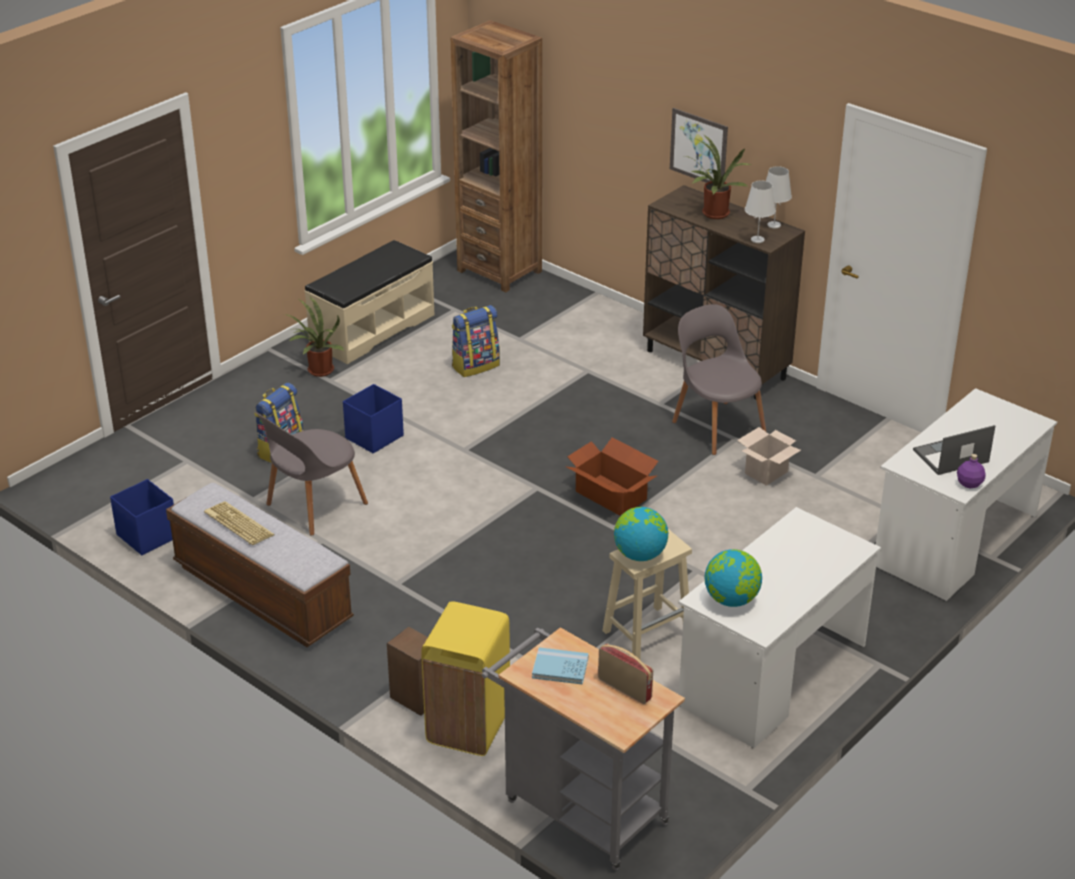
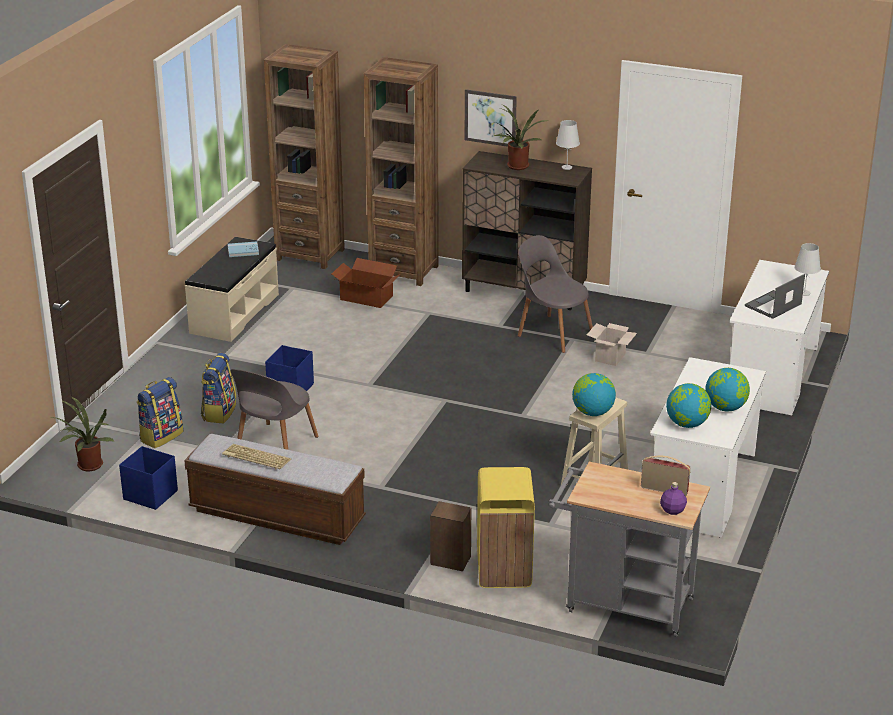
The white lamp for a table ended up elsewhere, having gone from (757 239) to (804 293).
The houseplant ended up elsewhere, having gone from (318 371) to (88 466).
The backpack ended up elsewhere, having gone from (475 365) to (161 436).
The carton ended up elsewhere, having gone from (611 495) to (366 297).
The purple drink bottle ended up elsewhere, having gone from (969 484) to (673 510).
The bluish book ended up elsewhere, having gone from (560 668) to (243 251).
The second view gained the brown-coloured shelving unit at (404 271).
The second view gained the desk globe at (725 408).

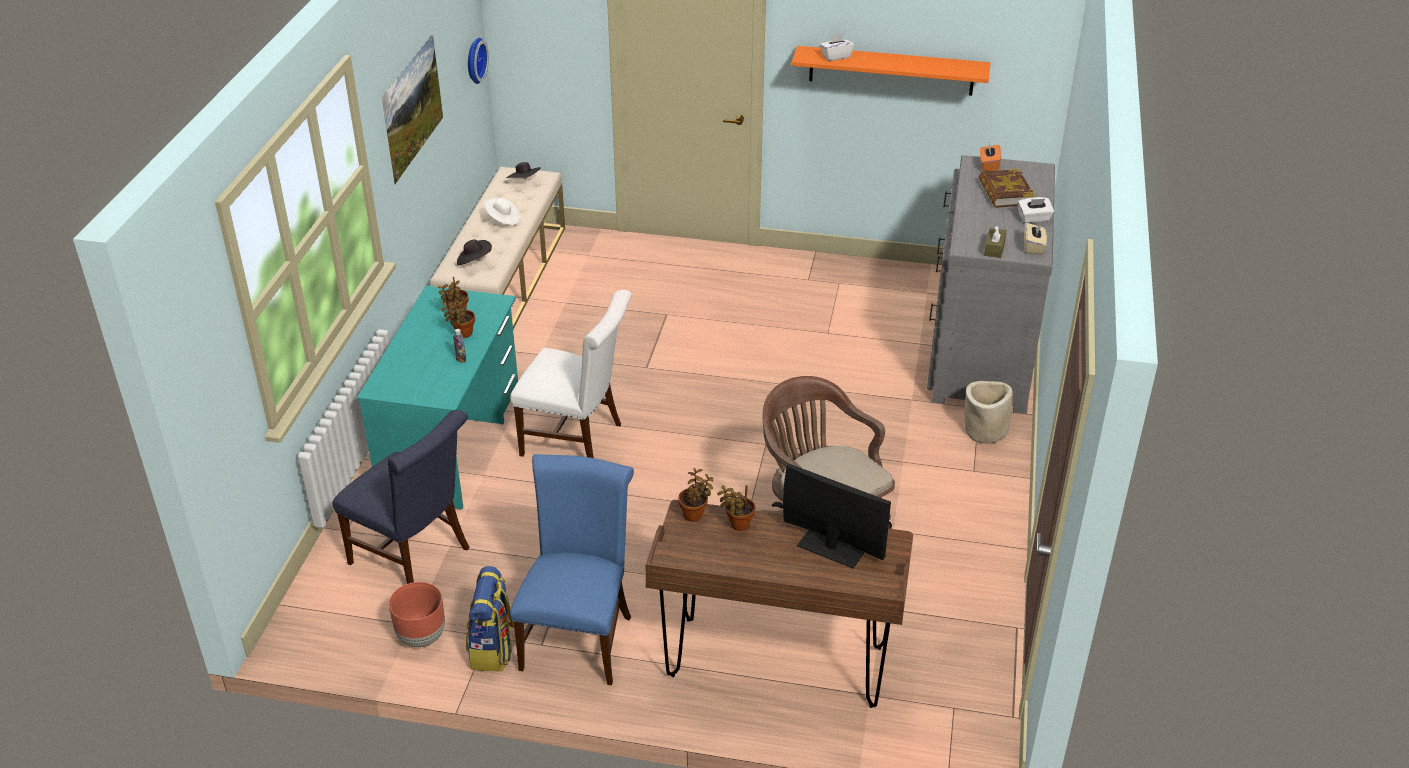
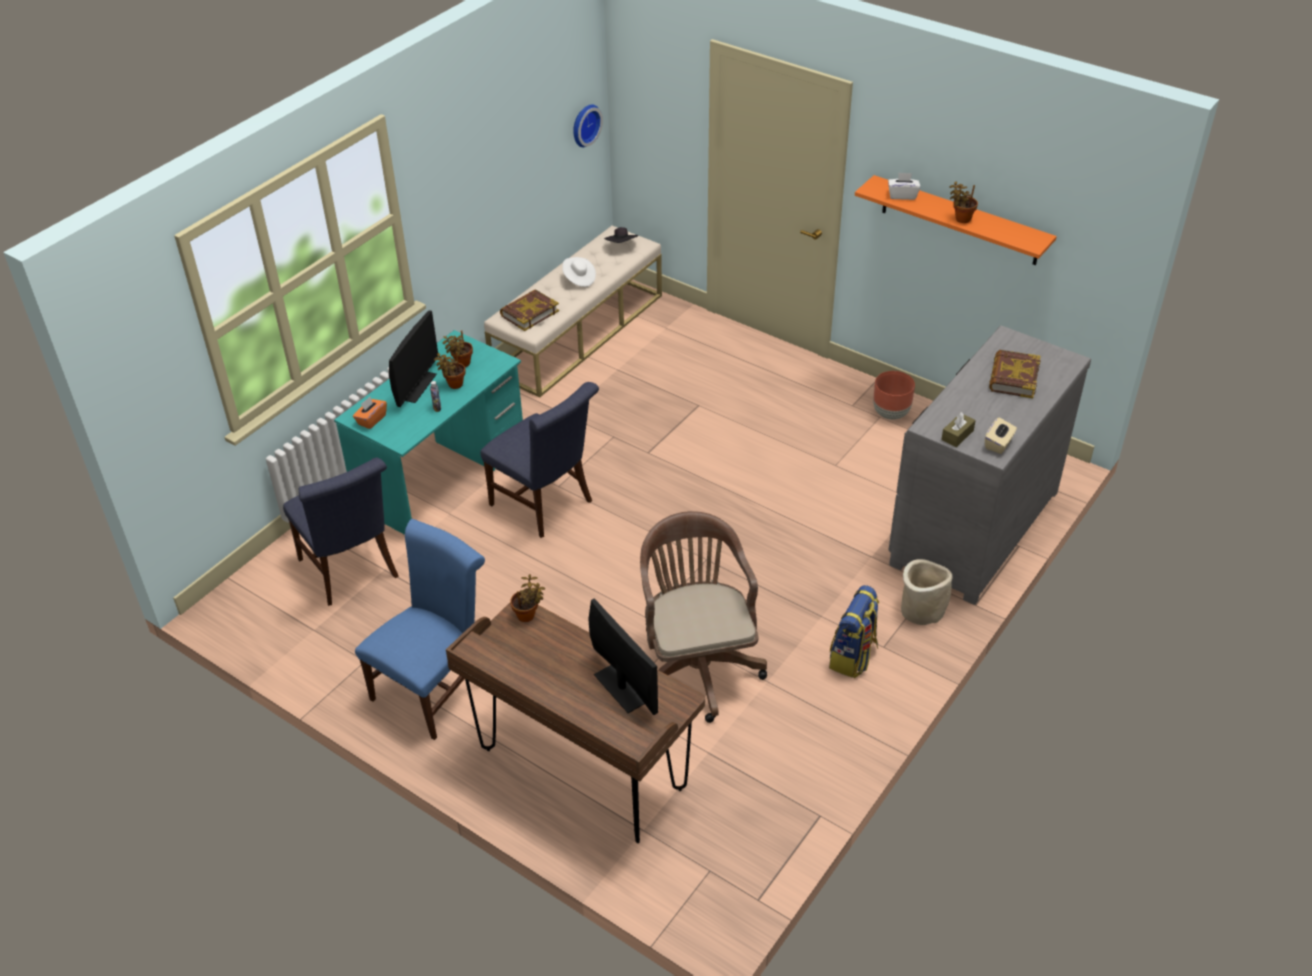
The second view lost the wall art at (416 129).
The orange tissue box ended up elsewhere, having gone from (988 166) to (371 420).
The second view lost the white tissue box at (1034 219).
Where the black hat stood at (474 261), the book came to stand at (529 313).
What was the white plain chair at (578 440) turned into the bluish plain chair at (546 505).
The houseplant ended up elsewhere, having gone from (737 524) to (961 219).
The backpack ended up elsewhere, having gone from (493 649) to (853 657).
The brown-coloured planter ended up elsewhere, having gone from (421 637) to (890 413).
The second view gained the computer screen at (416 386).

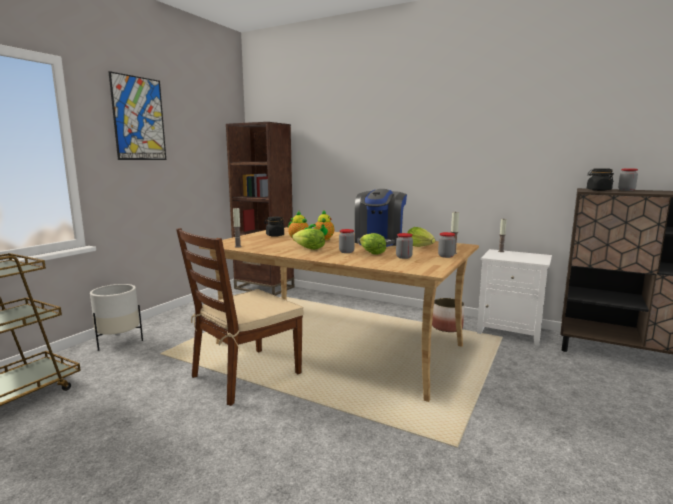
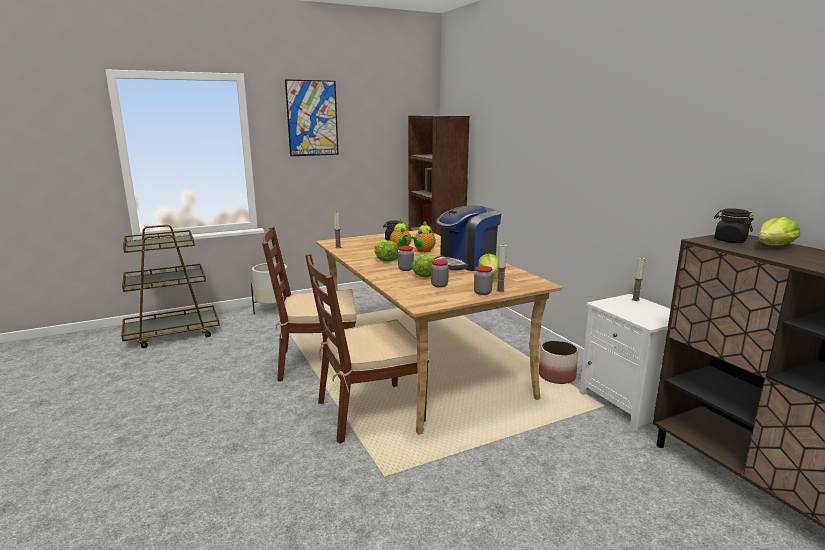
Where the storage jar stood at (626 190), the head of lettuce came to stand at (774 247).
The second view gained the brown-coloured plain chair at (368 412).

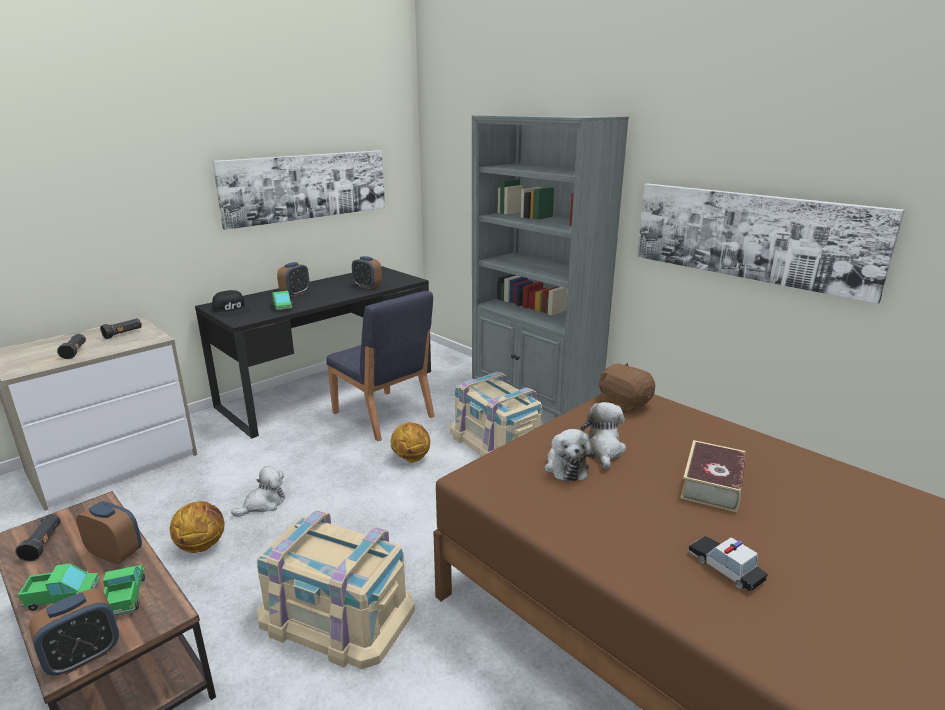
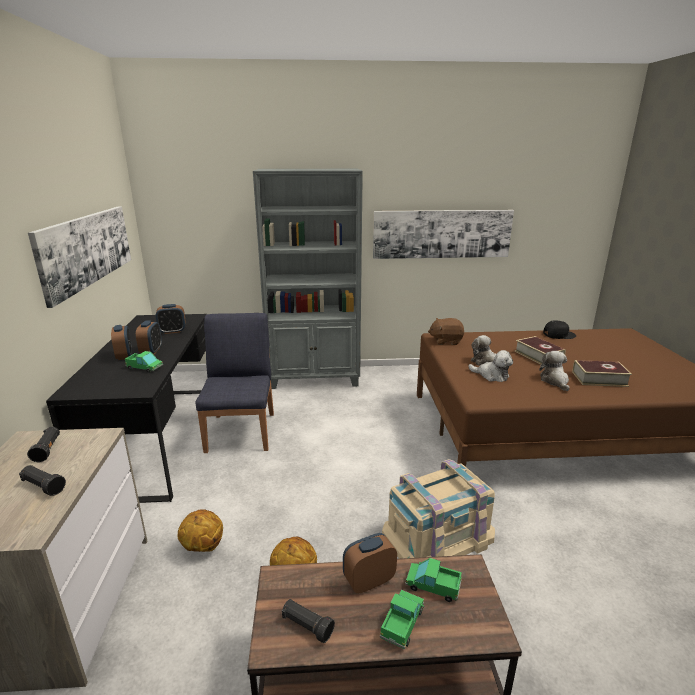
The black cap ended up elsewhere, having gone from (231 309) to (558 334).
The bluish plain chair at (383 415) ended up facing another way, 90 degrees counterclockwise from before.
The second view lost the sand-coloured storage container at (495 440).
The basketball ended up elsewhere, having gone from (411 458) to (202 547).
The cuddly toy ended up elsewhere, having gone from (263 504) to (555 381).
Where the model car stood at (724 567), the book came to stand at (599 379).
The table clock ended up elsewhere, having gone from (83 656) to (151 351).

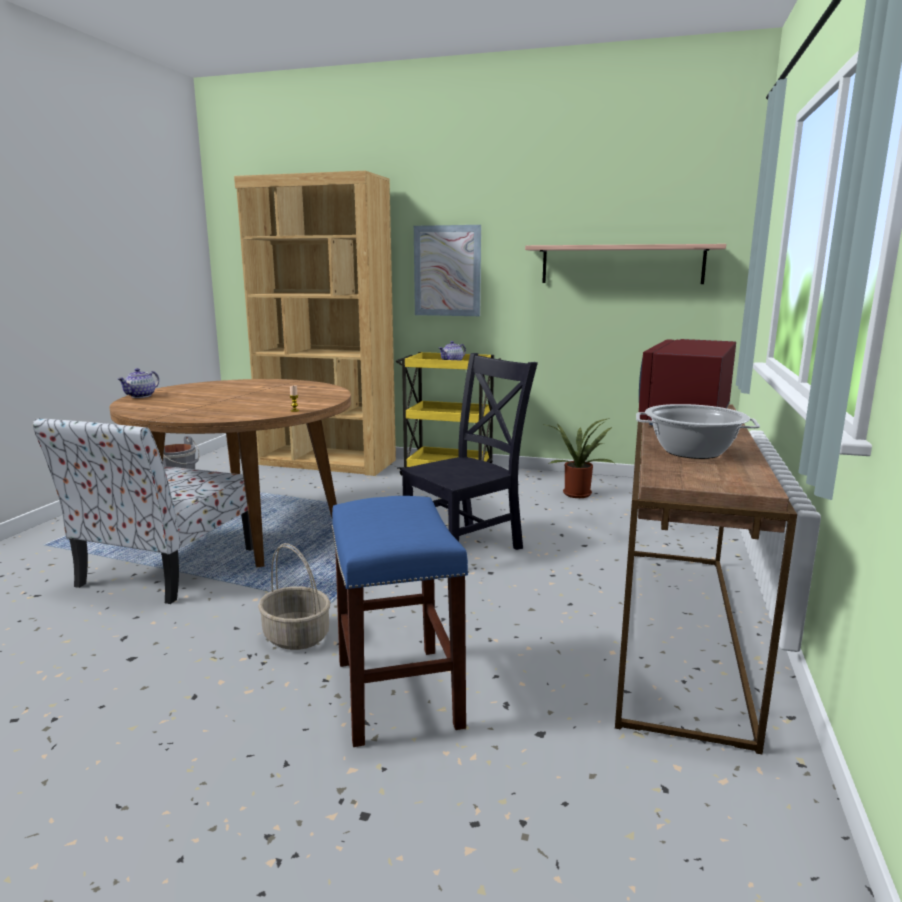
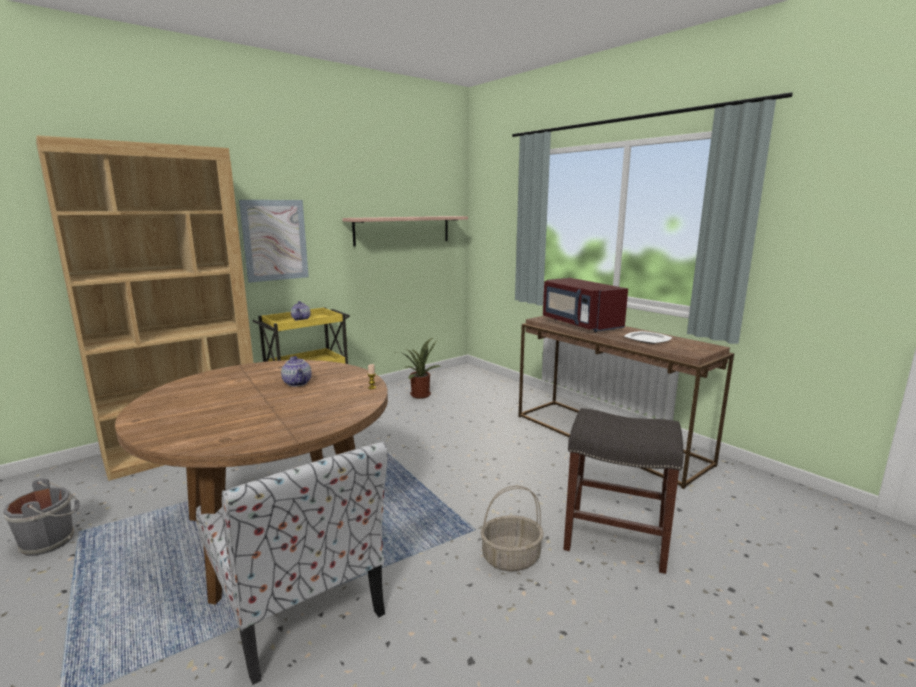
The second view lost the black plain chair at (467 545).
The teapot ended up elsewhere, having gone from (141 396) to (298 383).
Where the stockpot stood at (692 451), the dinner plate came to stand at (647 339).
What was the bluish sitting stool at (396 692) turned into the grey sitting stool at (614 539).

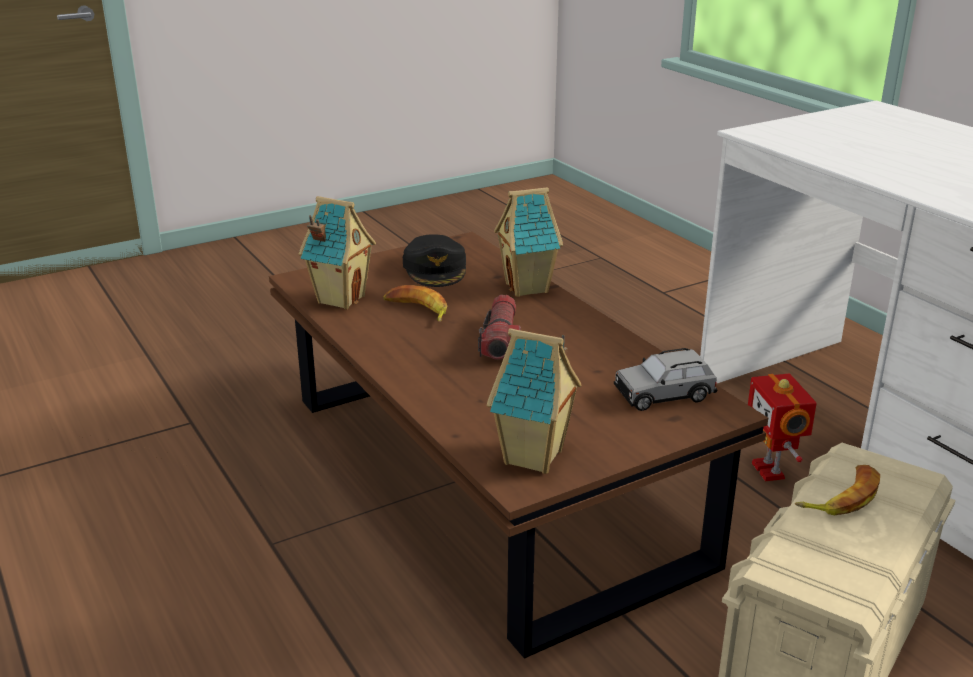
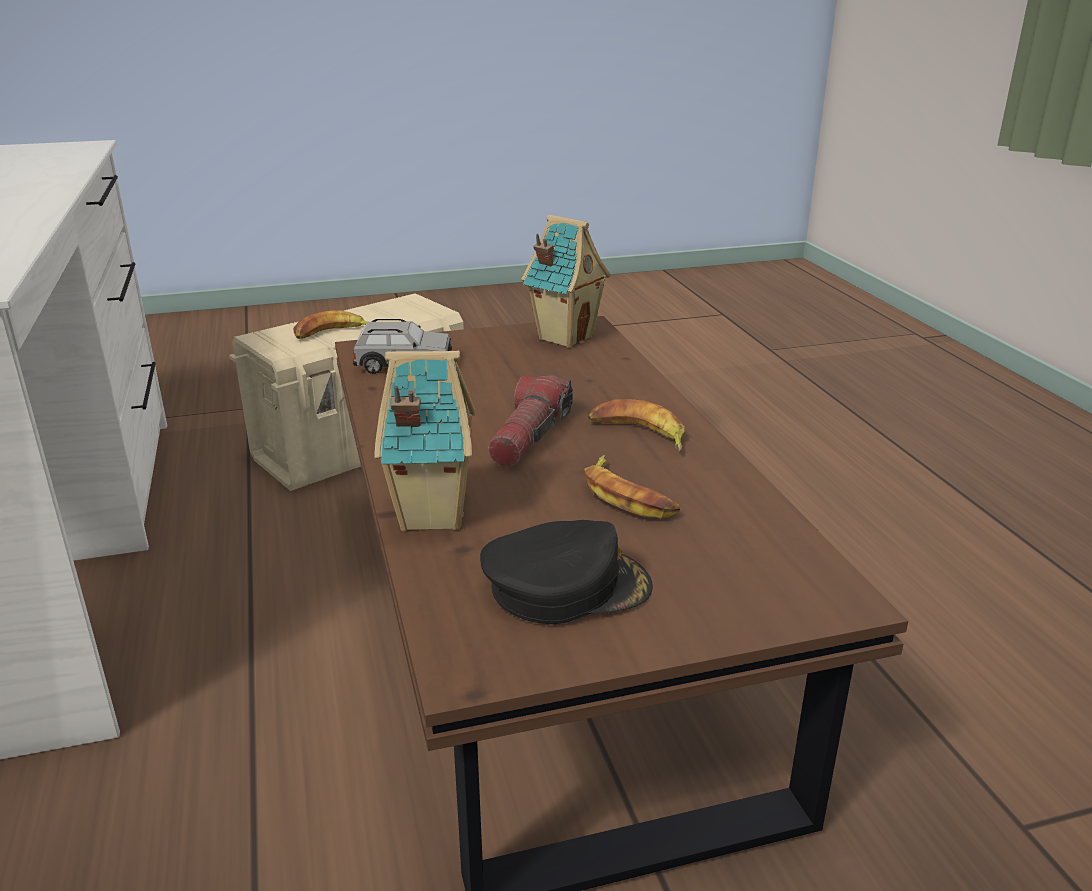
The second view lost the miniature house at (340 299).
The black cap at (436 269) ended up facing another way, 75 degrees clockwise from before.
The second view lost the model robot at (770 470).
The second view gained the whole banana at (638 434).

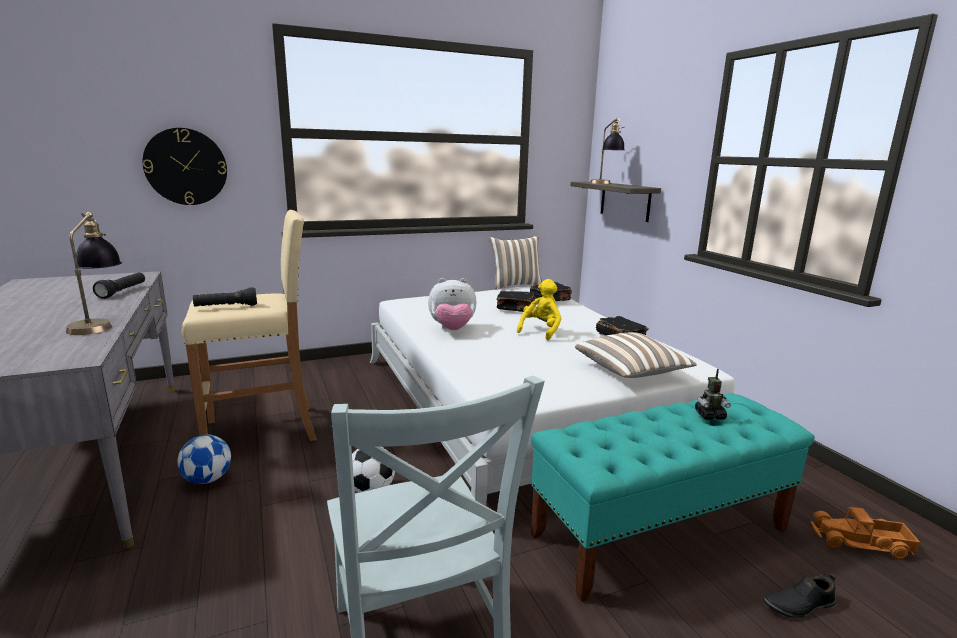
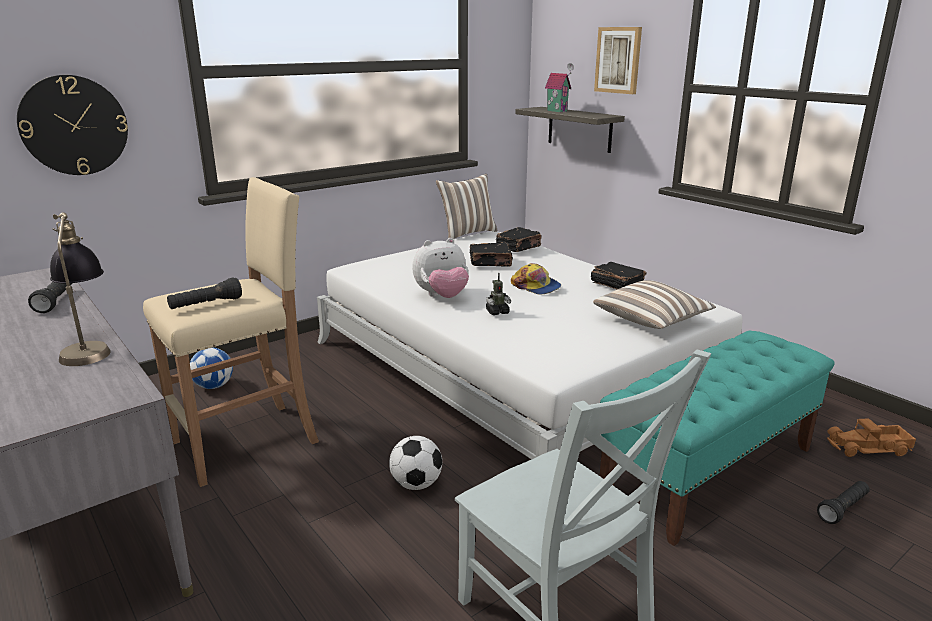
Where the lamp for a table stood at (605 183), the miniature house came to stand at (558 111).
Where the yellow cuddly toy stood at (541 331), the cap came to stand at (536 286).
The model robot ended up elsewhere, having gone from (709 415) to (497 312).
The ball for football ended up elsewhere, having gone from (208 479) to (214 386).
Where the black shoe stood at (798 604), the black hand torch came to stand at (843 509).
The second view gained the wall art at (618 60).

